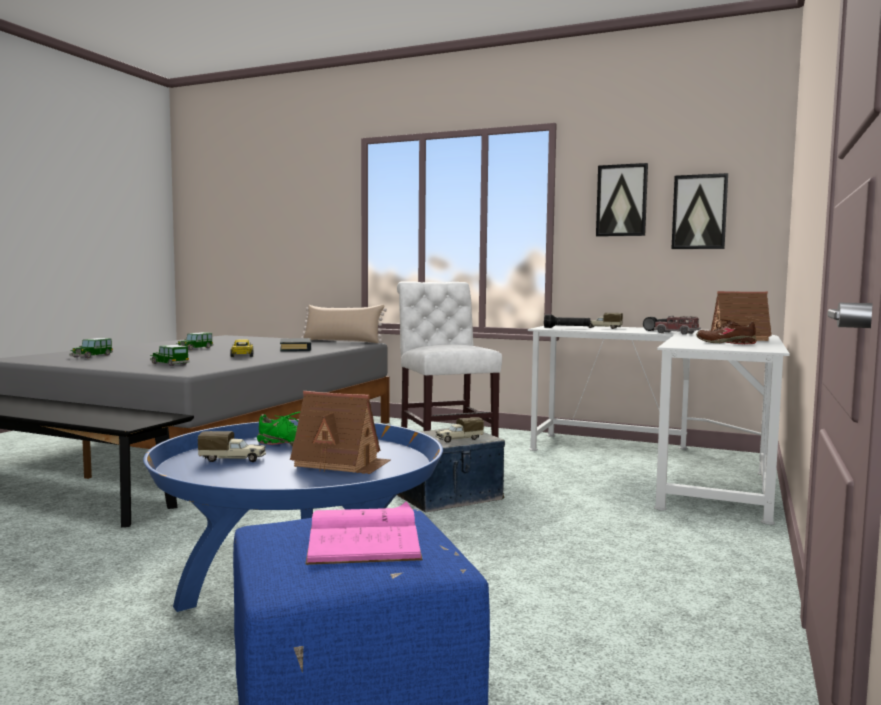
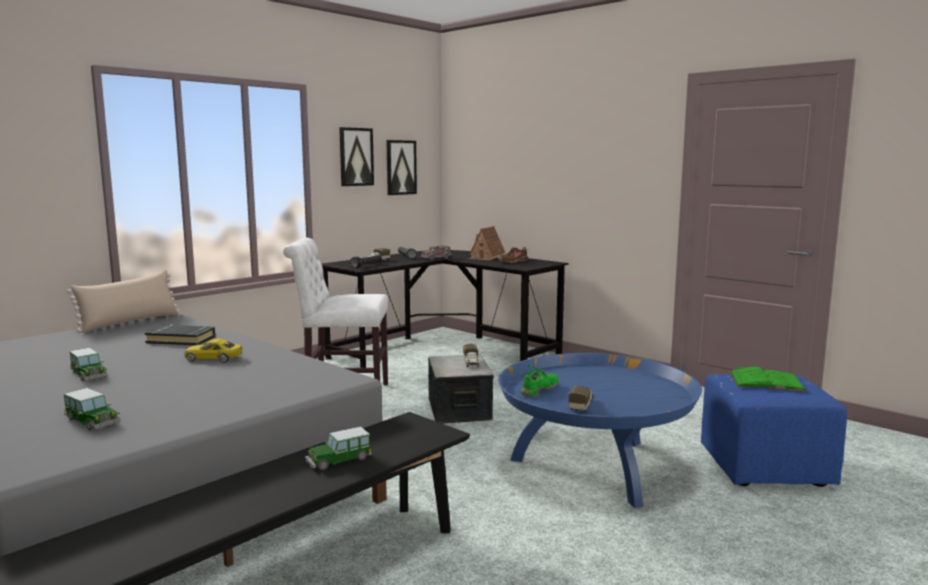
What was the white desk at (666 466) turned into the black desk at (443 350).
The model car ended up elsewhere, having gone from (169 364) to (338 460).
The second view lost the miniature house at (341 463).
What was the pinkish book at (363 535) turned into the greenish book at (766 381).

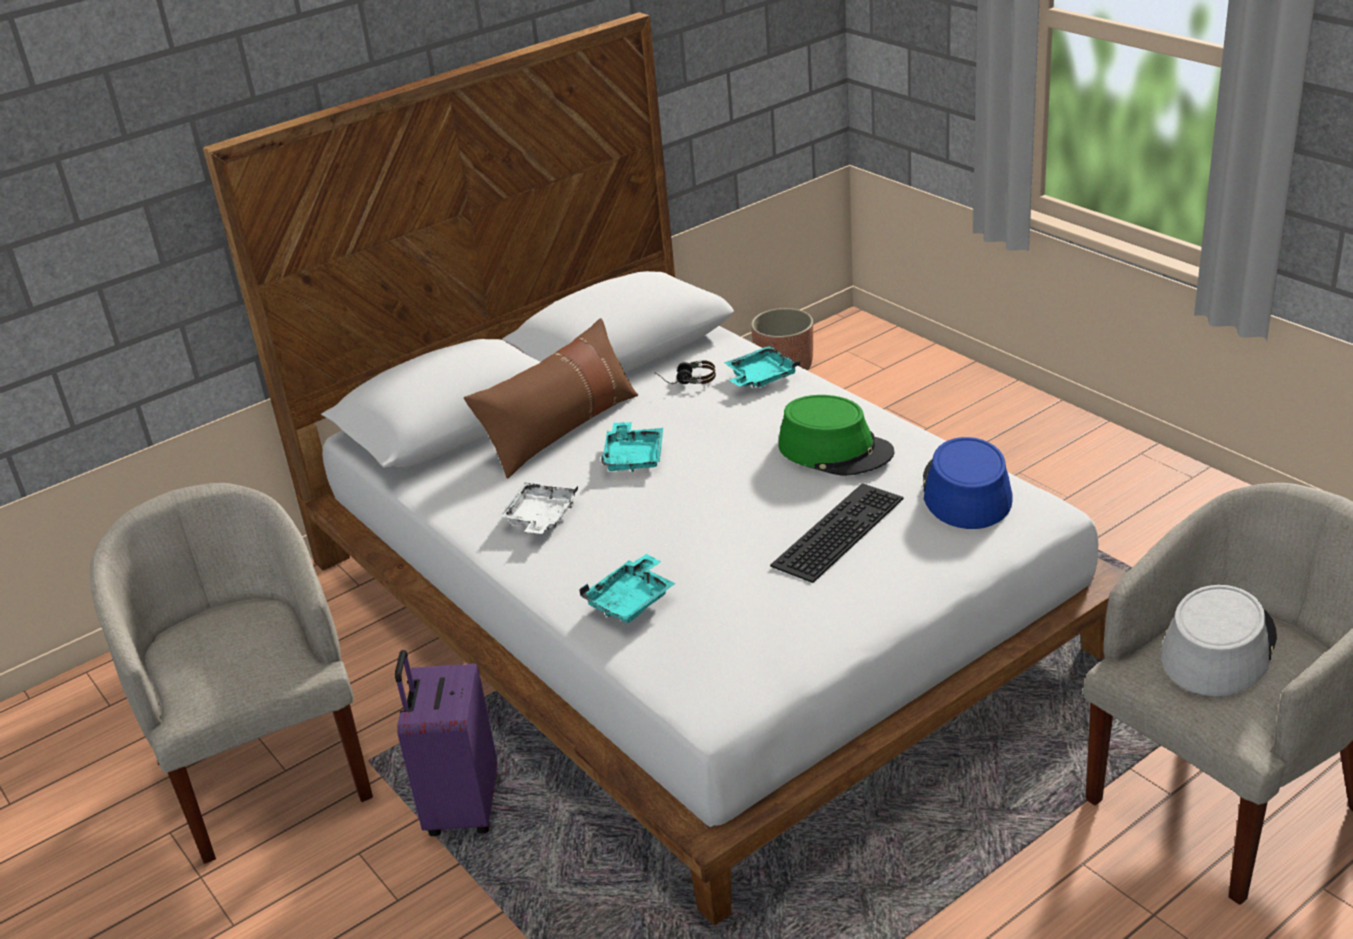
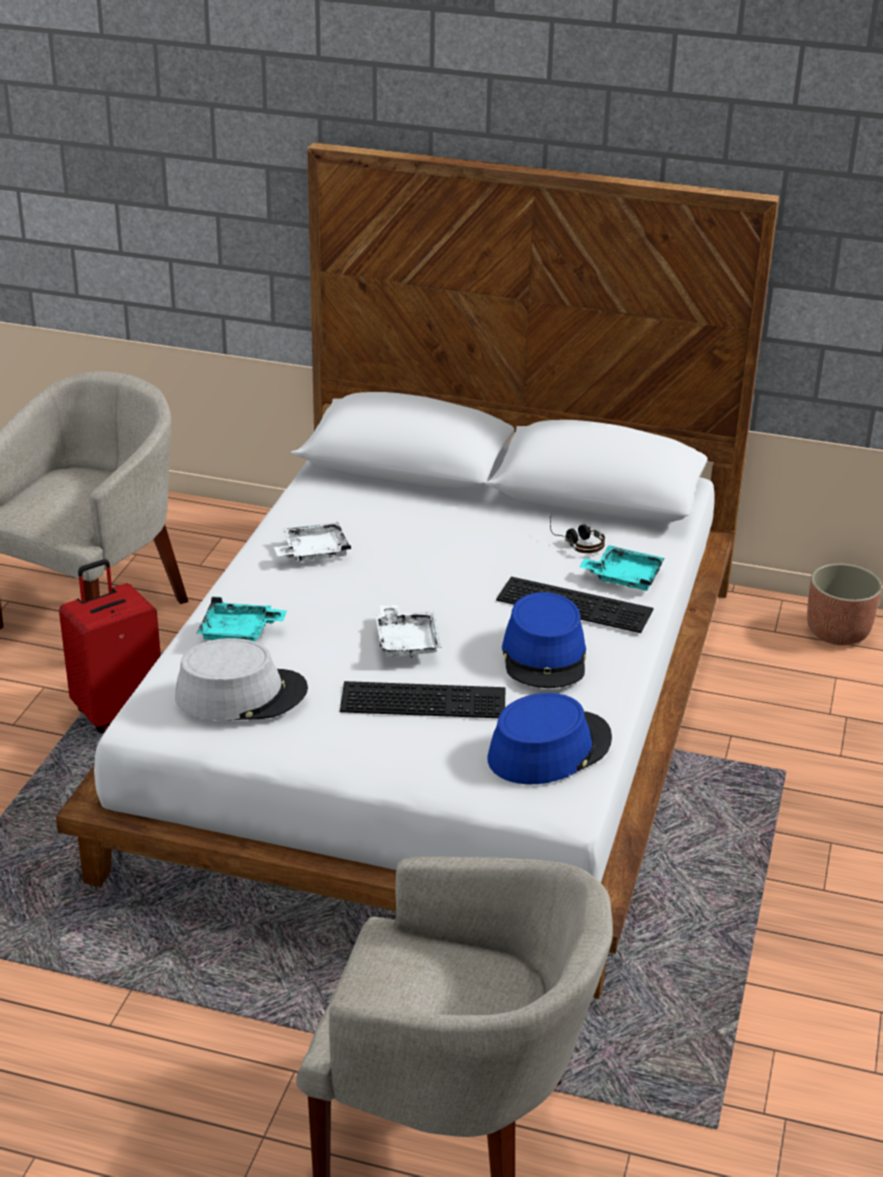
The second view lost the brown-coloured cushion at (560 429).
What was the greenish hat at (835 450) turned into the bluish hat at (545 656).
The second view lost the blue-green serving tray at (634 457).
The grey hat ended up elsewhere, having gone from (1218 647) to (241 694).
What was the purple suitcase at (461 807) turned into the red-coloured suitcase at (118 710).
The second view gained the computer keyboard at (576 604).
The second view gained the white serving tray at (406 641).

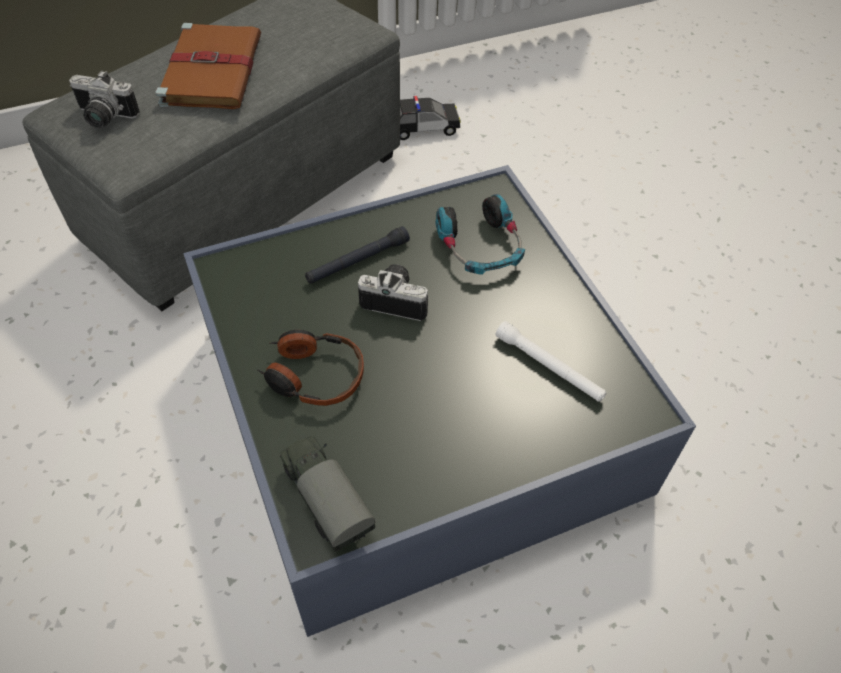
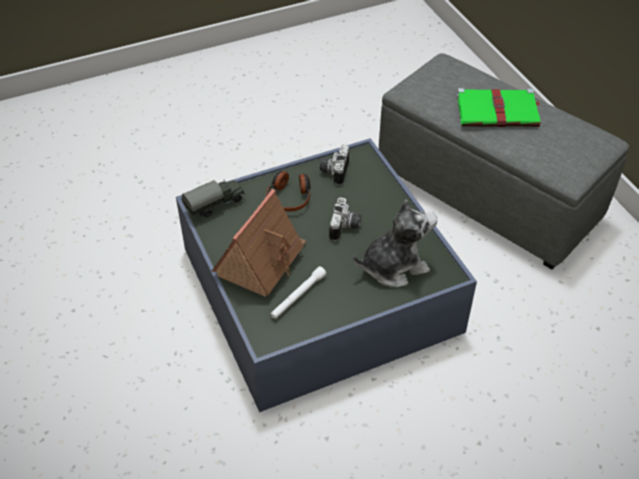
What was the brown-coloured book at (212 69) turned into the greenish book at (498 111).
The still camera ended up elsewhere, having gone from (104 118) to (333 170).
The second view lost the model car at (423 128).
Where the pair of headphones stood at (480 247), the cuddly toy came to stand at (393 266).
The second view lost the black hand torch at (357 261).
The second view gained the miniature house at (261 260).

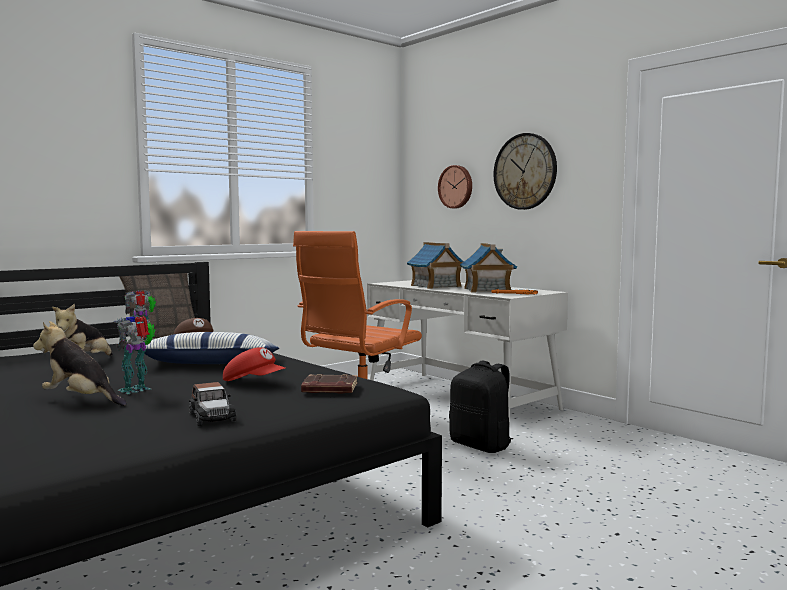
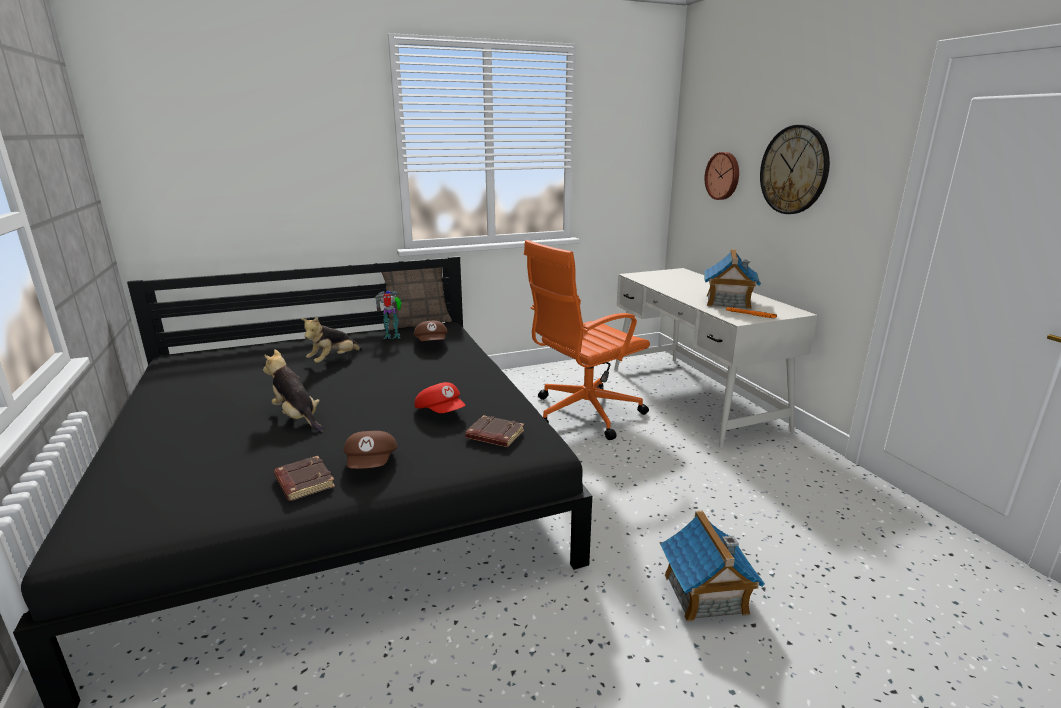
The miniature house ended up elsewhere, having gone from (435 286) to (705 594).
The second view lost the model robot at (137 390).
The second view lost the cushion at (210 364).
The second view lost the black backpack at (481 445).
Where the model car stood at (212 417), the brown-coloured cap came to stand at (372 464).
The second view gained the brown-coloured book at (303 482).

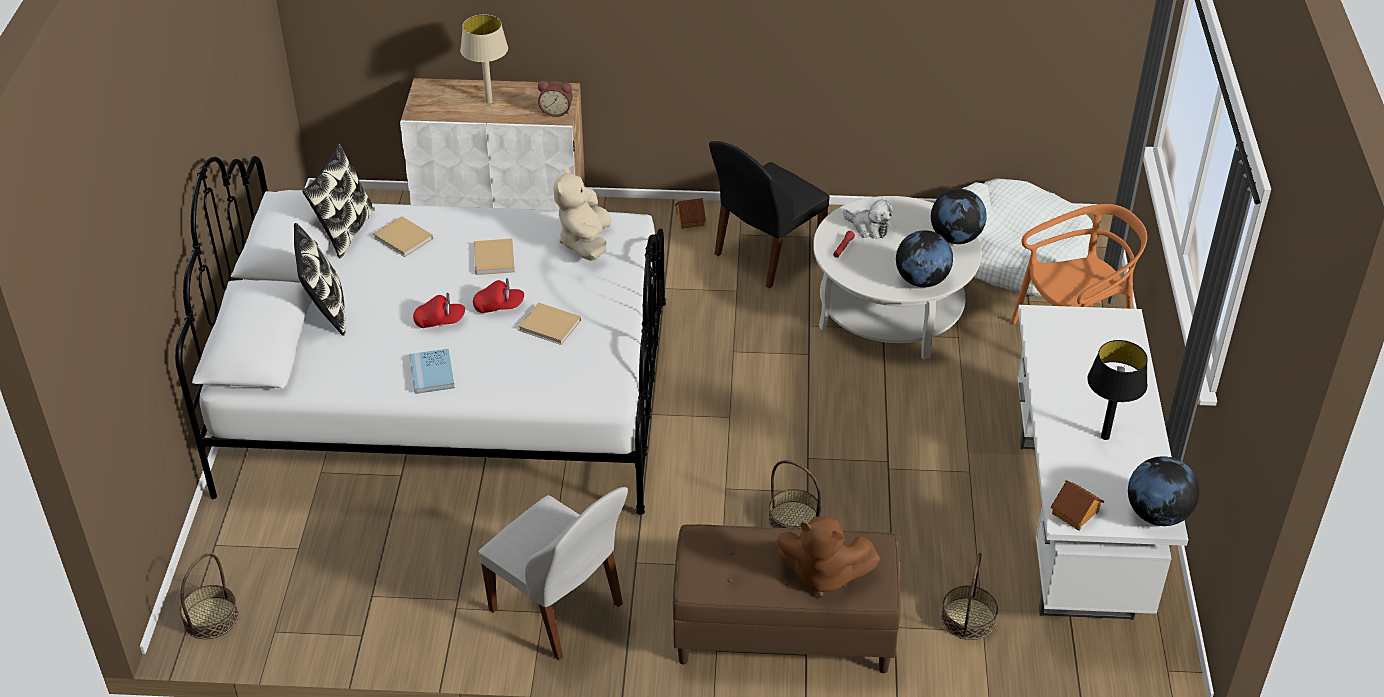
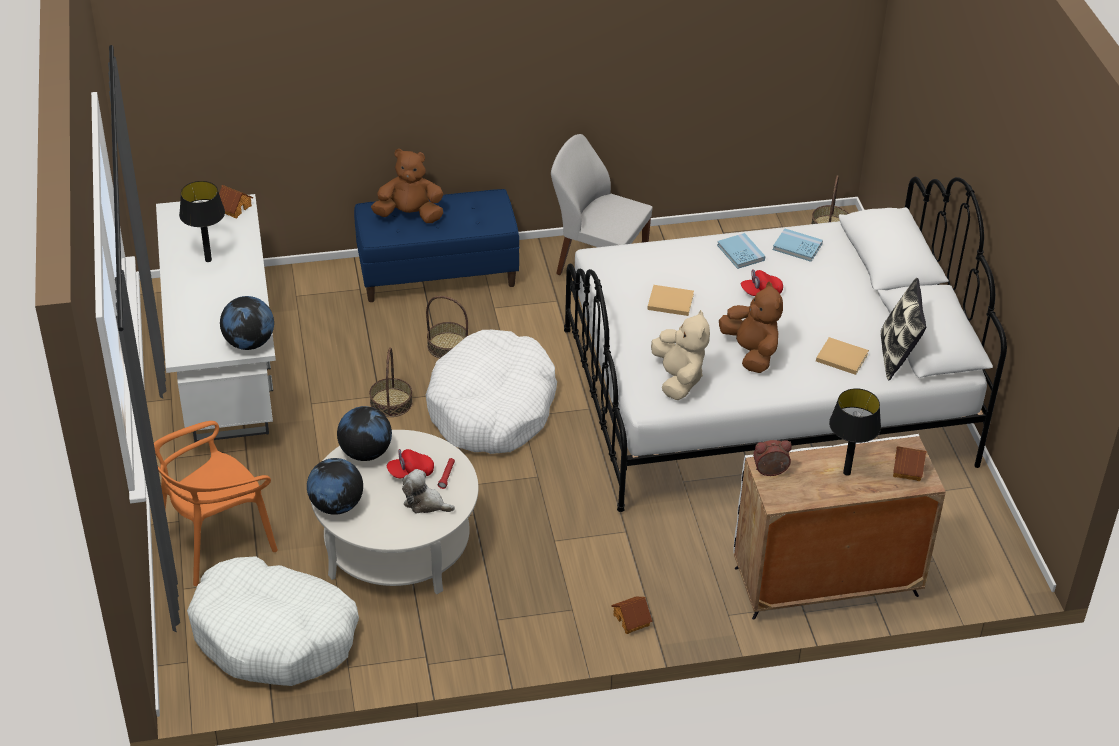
What was the sand-coloured lamp for a table at (488 101) turned into the black lamp for a table at (847 473).
The second view lost the black plain chair at (766 255).
The second view lost the cushion at (325 310).
Where the sand-coloured book stood at (494 257), the brown-coloured cuddly toy came to stand at (751 352).
The red-coloured cap ended up elsewhere, having gone from (499 306) to (410 472).
The desk globe ended up elsewhere, having gone from (1157 514) to (249 343).
What was the brown-coloured long seat at (782 633) turned into the bluish long seat at (438 274).
The basket ended up elsewhere, having gone from (968 618) to (391 403).
The second view gained the bluish book at (797 247).
The second view gained the white dog cushion at (492 408).
The second view gained the miniature house at (907 468).

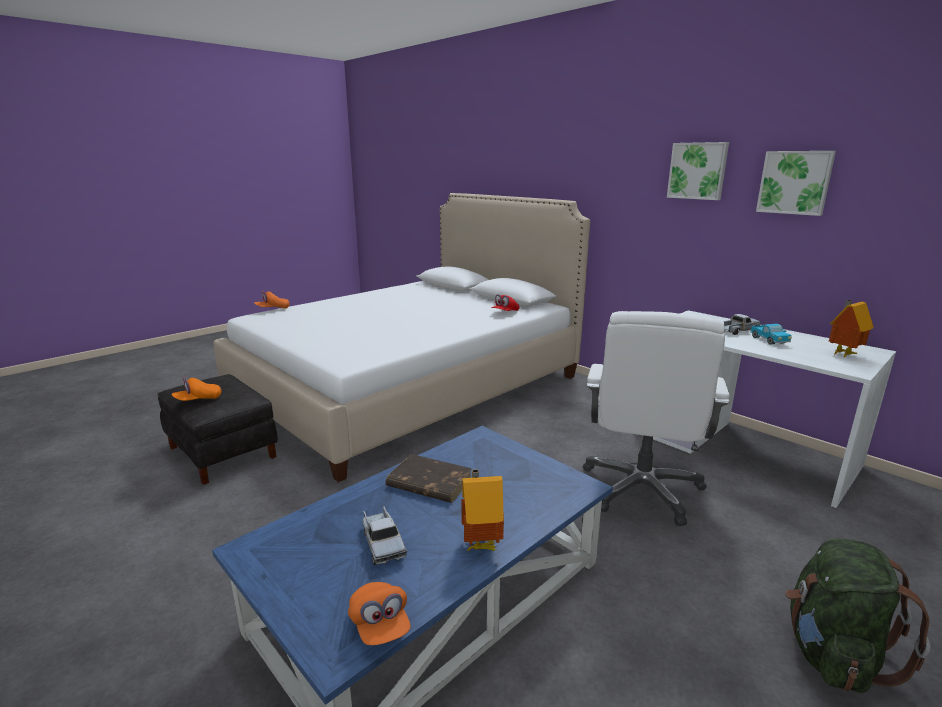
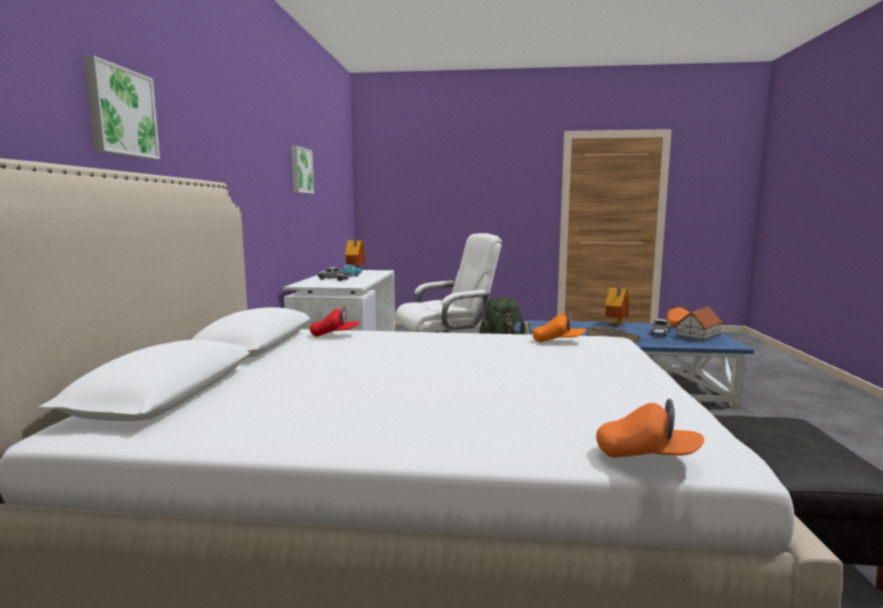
The wall art ended up elsewhere, having gone from (697 171) to (120 112).
The orange cap ended up elsewhere, having gone from (198 400) to (558 341).
The second view gained the miniature house at (697 336).

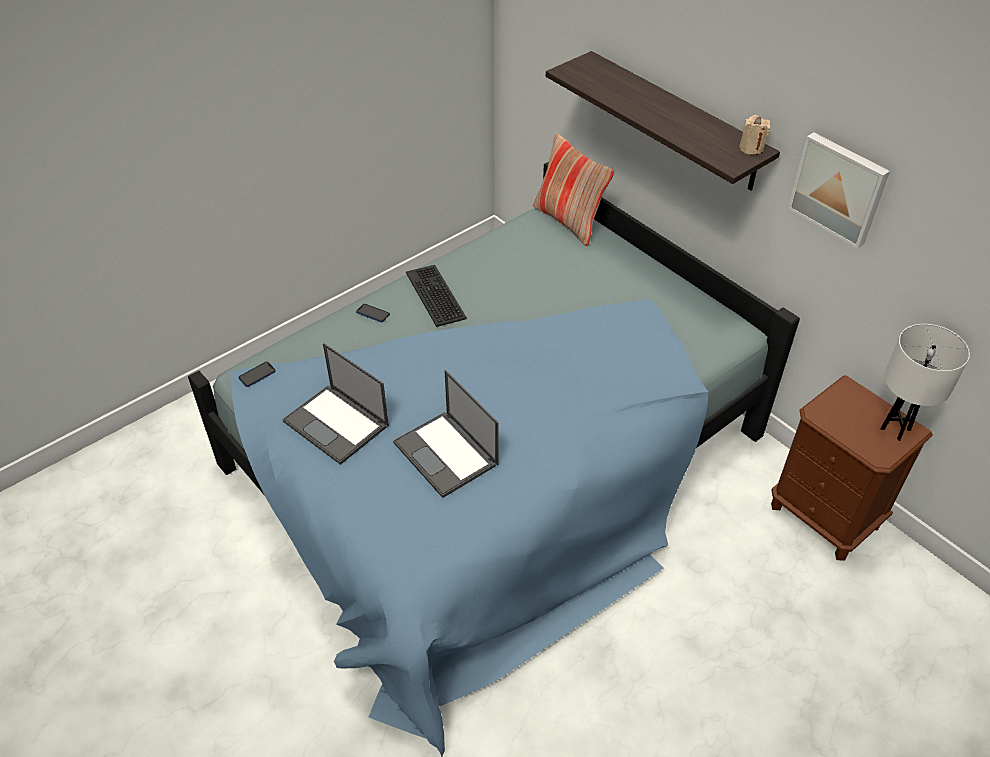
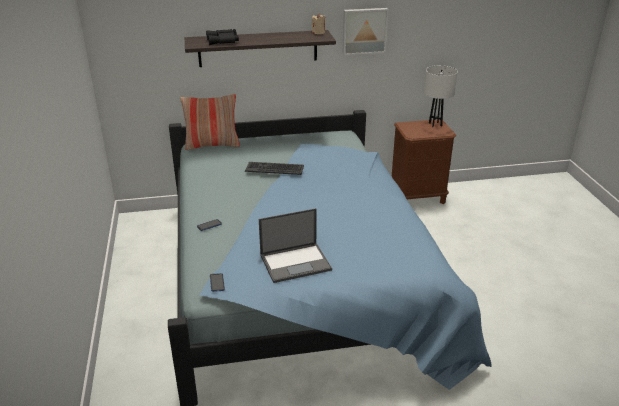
The computer keyboard ended up elsewhere, having gone from (436 295) to (274 168).
The second view lost the laptop at (447 454).
The second view gained the black field glasses at (223 41).

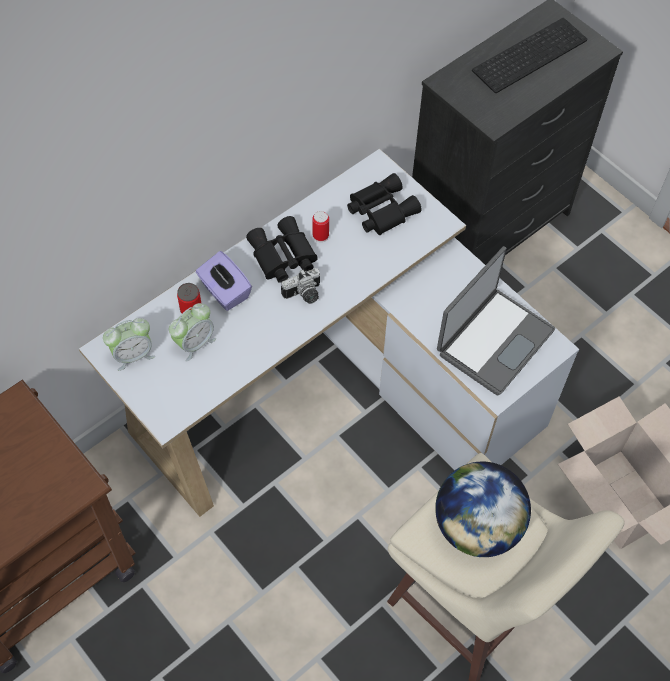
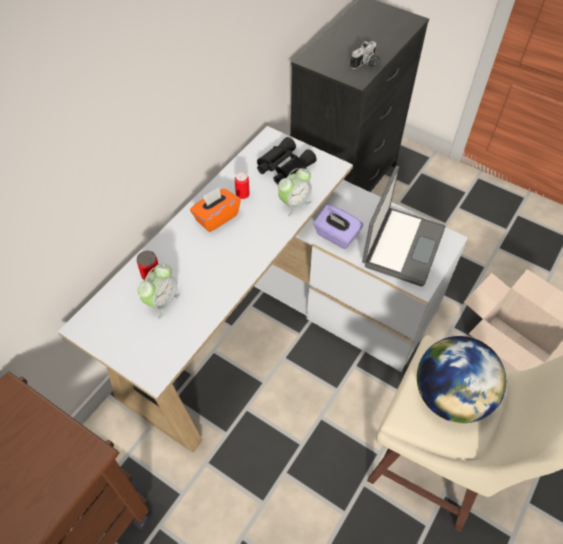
The second view lost the computer keyboard at (529 53).
Where the black field glasses stood at (282 257), the orange tissue box came to stand at (216 217).
The purple tissue box ended up elsewhere, having gone from (224 291) to (336 236).
The still camera ended up elsewhere, having gone from (304 295) to (366 65).
The table clock ended up elsewhere, having gone from (133 355) to (294 204).

